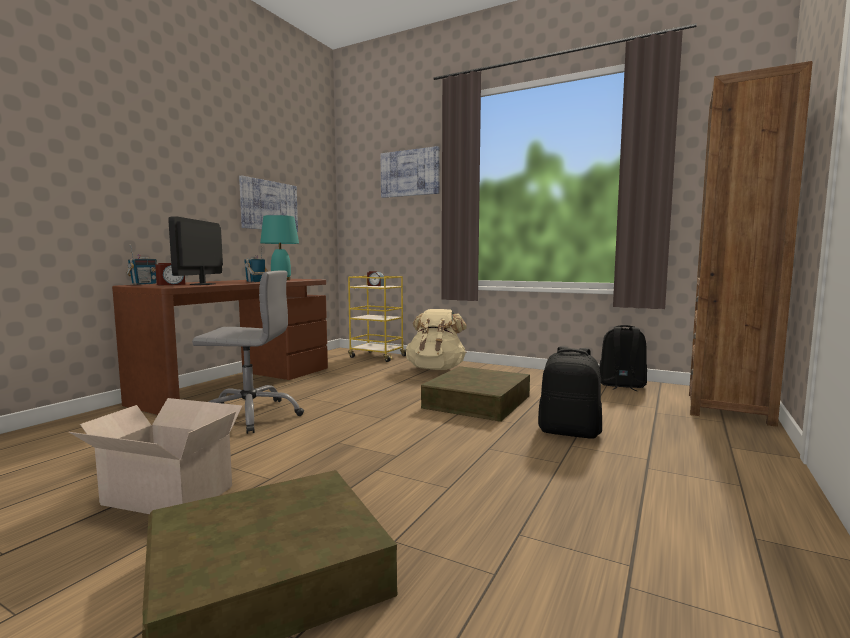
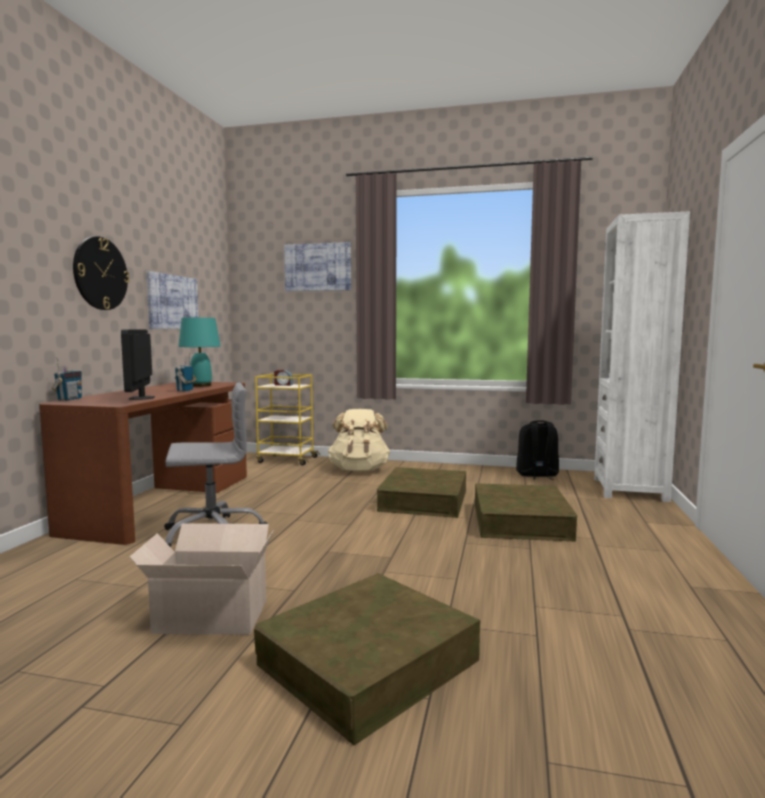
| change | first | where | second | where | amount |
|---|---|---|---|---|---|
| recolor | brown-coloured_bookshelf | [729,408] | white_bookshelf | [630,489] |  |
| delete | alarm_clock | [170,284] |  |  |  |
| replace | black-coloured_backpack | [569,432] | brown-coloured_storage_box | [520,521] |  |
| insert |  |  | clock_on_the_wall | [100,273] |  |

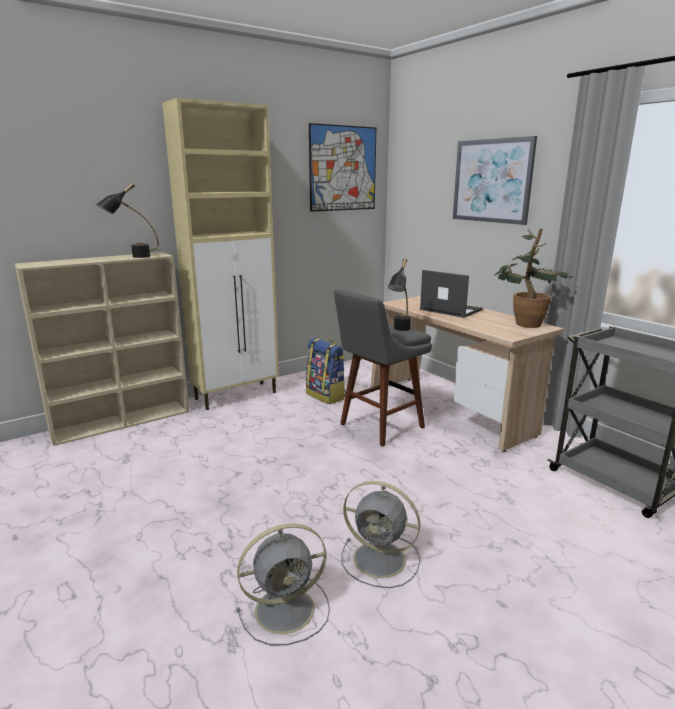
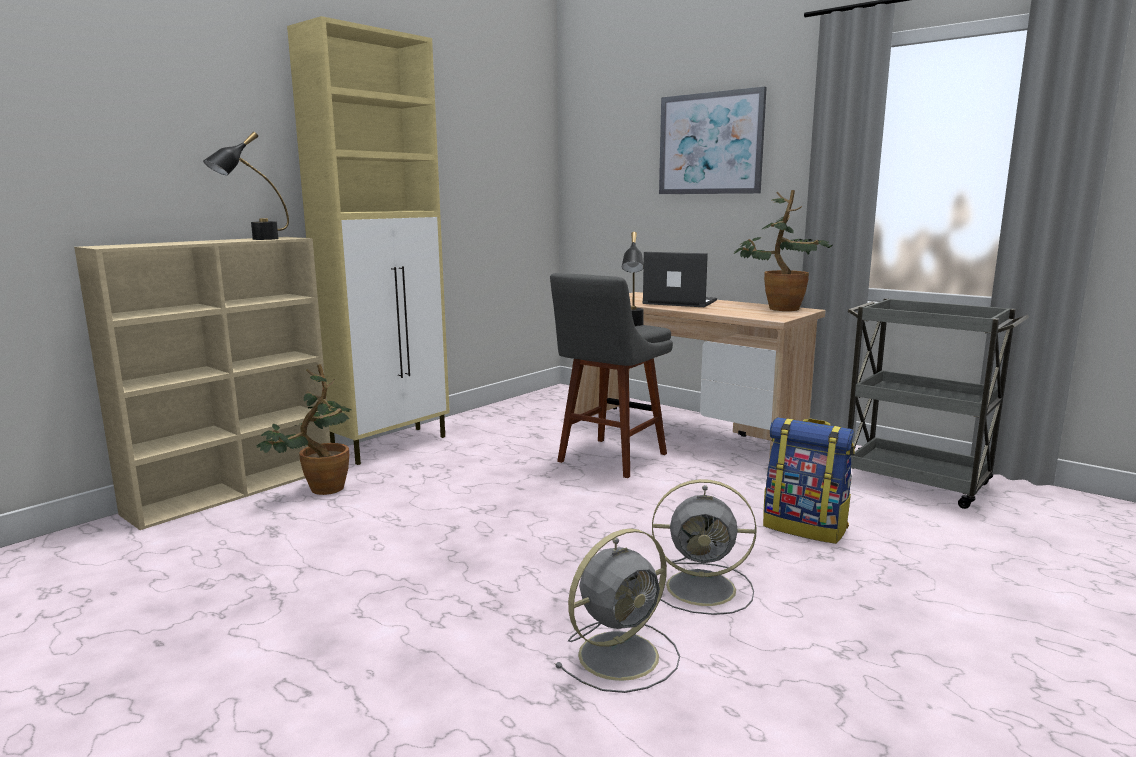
| change | first | where | second | where | amount |
|---|---|---|---|---|---|
| delete | picture | [343,168] |  |  |  |
| move | backpack | [326,396] |  | [805,527] |  |
| insert |  |  | houseplant | [319,490] |  |

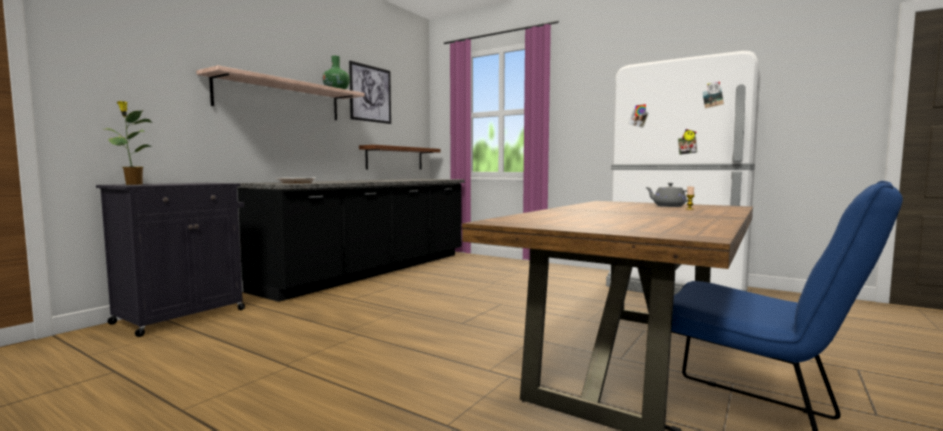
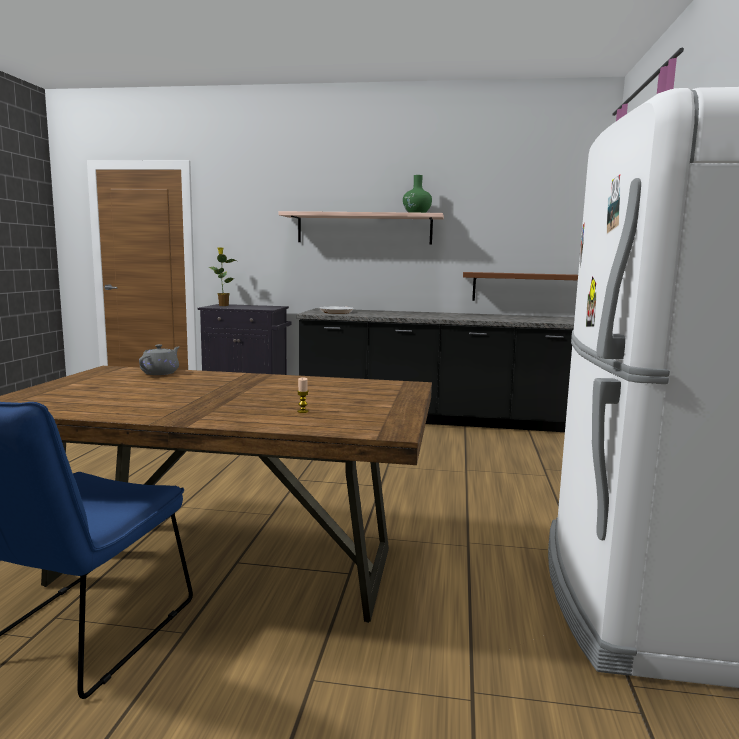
| change | first | where | second | where | amount |
|---|---|---|---|---|---|
| delete | picture | [370,94] |  |  |  |
| move | greyish_tea_pot | [668,206] |  | [160,373] |  |

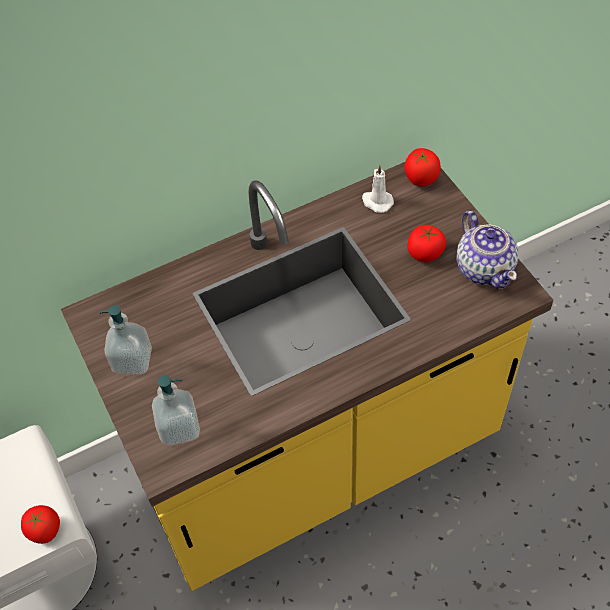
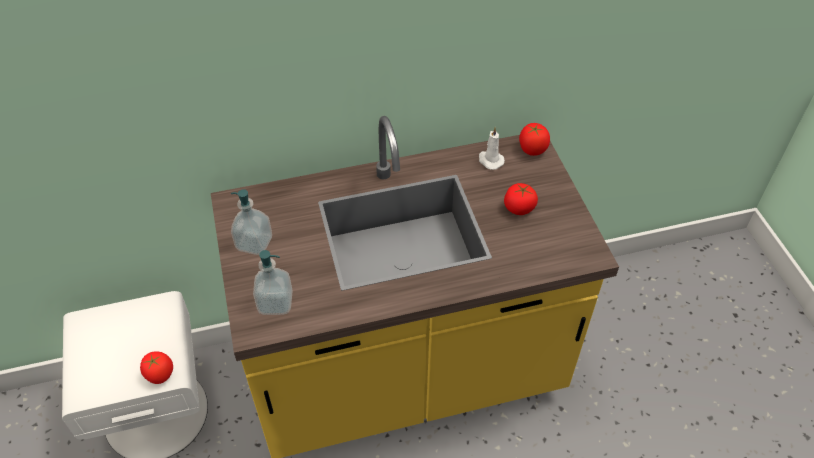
| change | first | where | second | where | amount |
|---|---|---|---|---|---|
| delete | tea_pot | [484,268] |  |  |  |

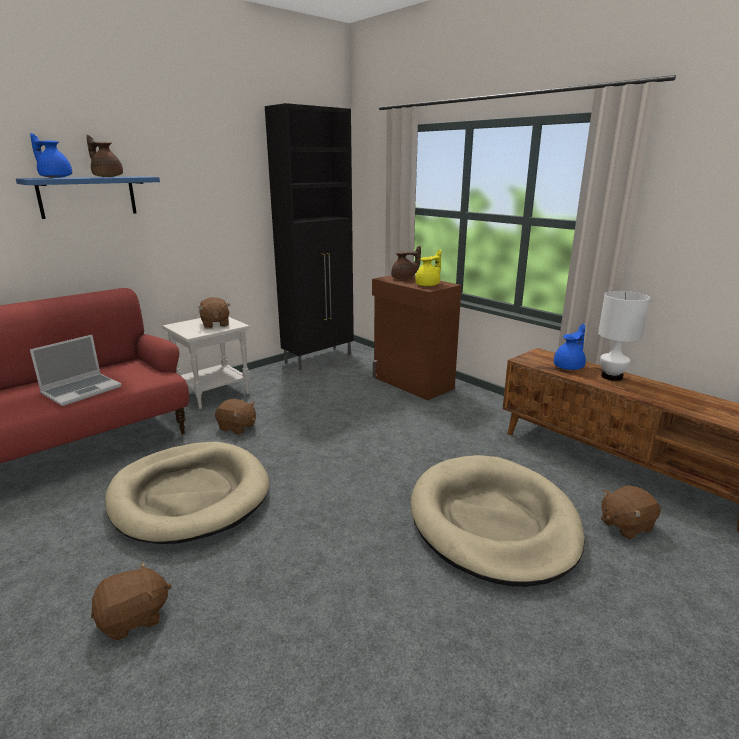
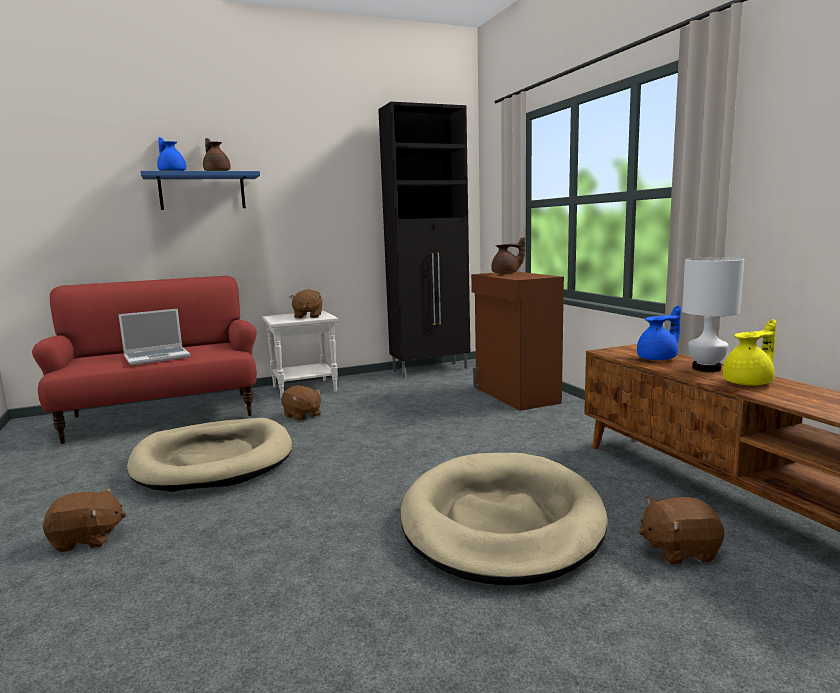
| change | first | where | second | where | amount |
|---|---|---|---|---|---|
| move | yellowish_tea_pot | [428,285] |  | [749,383] |  |

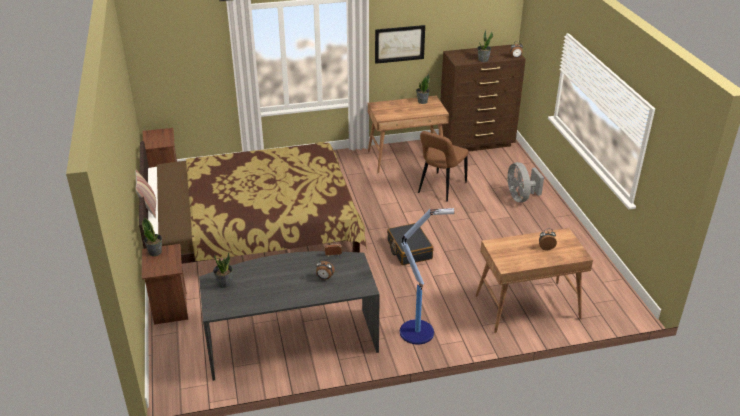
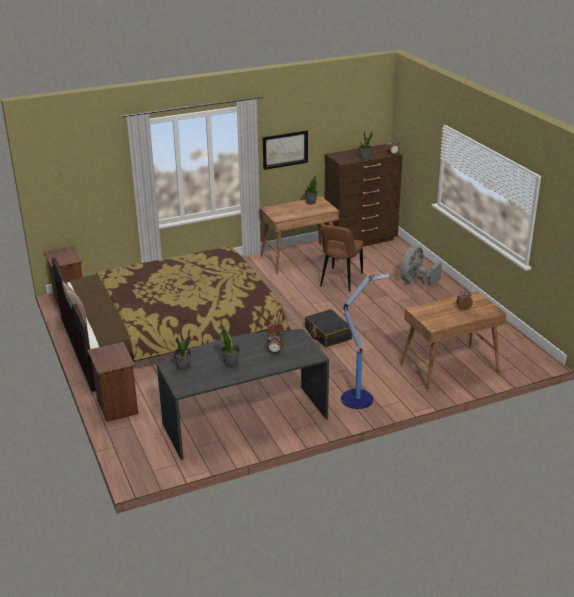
| change | first | where | second | where | amount |
|---|---|---|---|---|---|
| rotate | greyish_electric_fan | [520,197] |  | [416,281] | 60 degrees clockwise |
| move | houseplant | [155,252] |  | [231,363] |  |

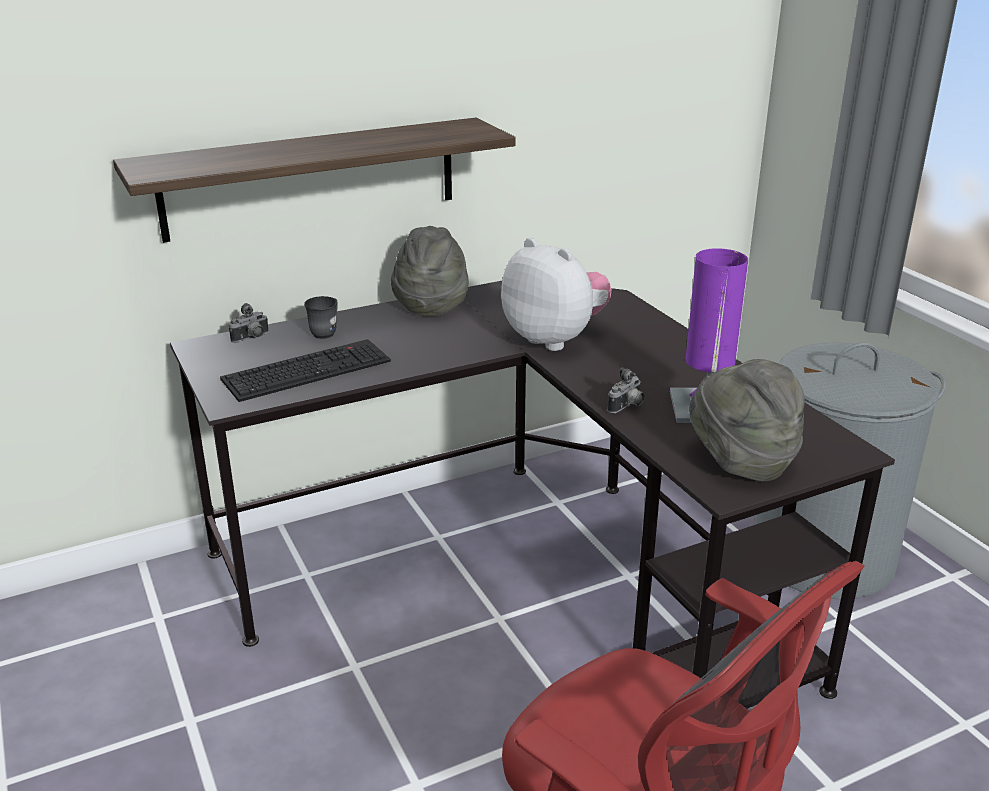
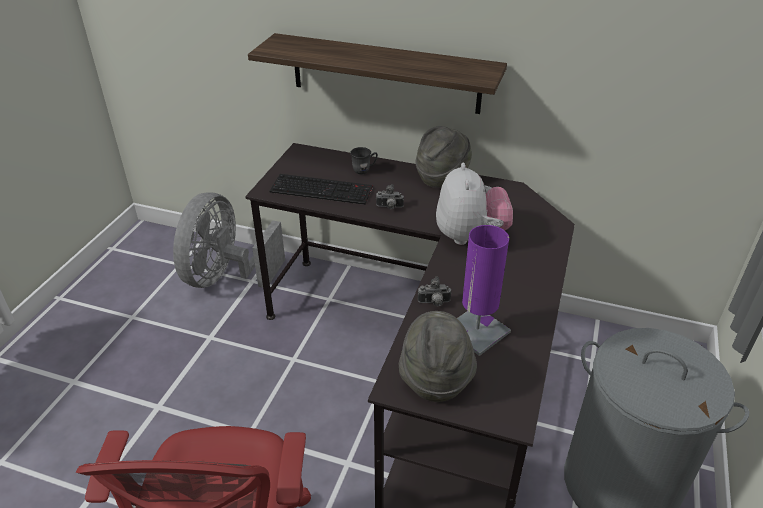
| change | first | where | second | where | amount |
|---|---|---|---|---|---|
| move | still_camera | [252,338] |  | [389,207] |  |
| insert |  |  | greyish_electric_fan | [226,277] |  |

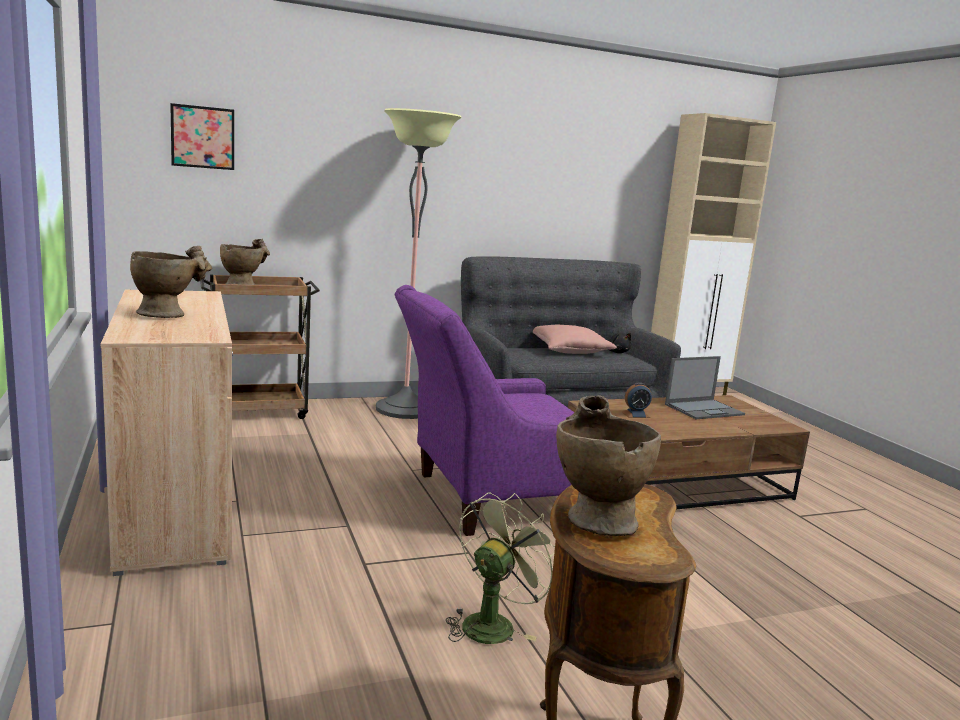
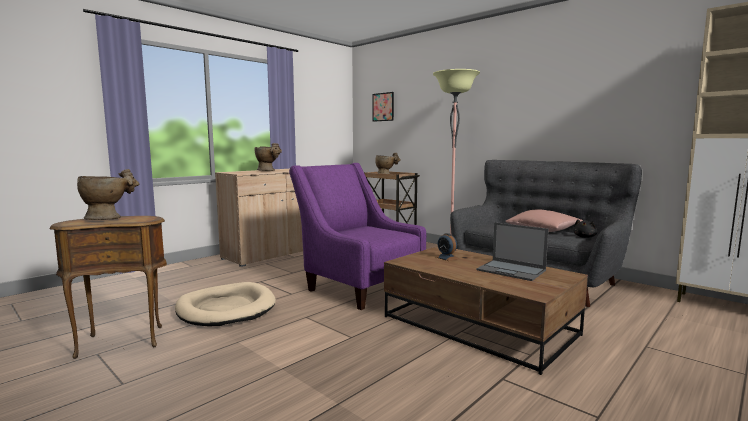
| change | first | where | second | where | amount |
|---|---|---|---|---|---|
| replace | greenish_electric_fan | [493,623] | sand-coloured_dog_cushion | [226,308] |  |

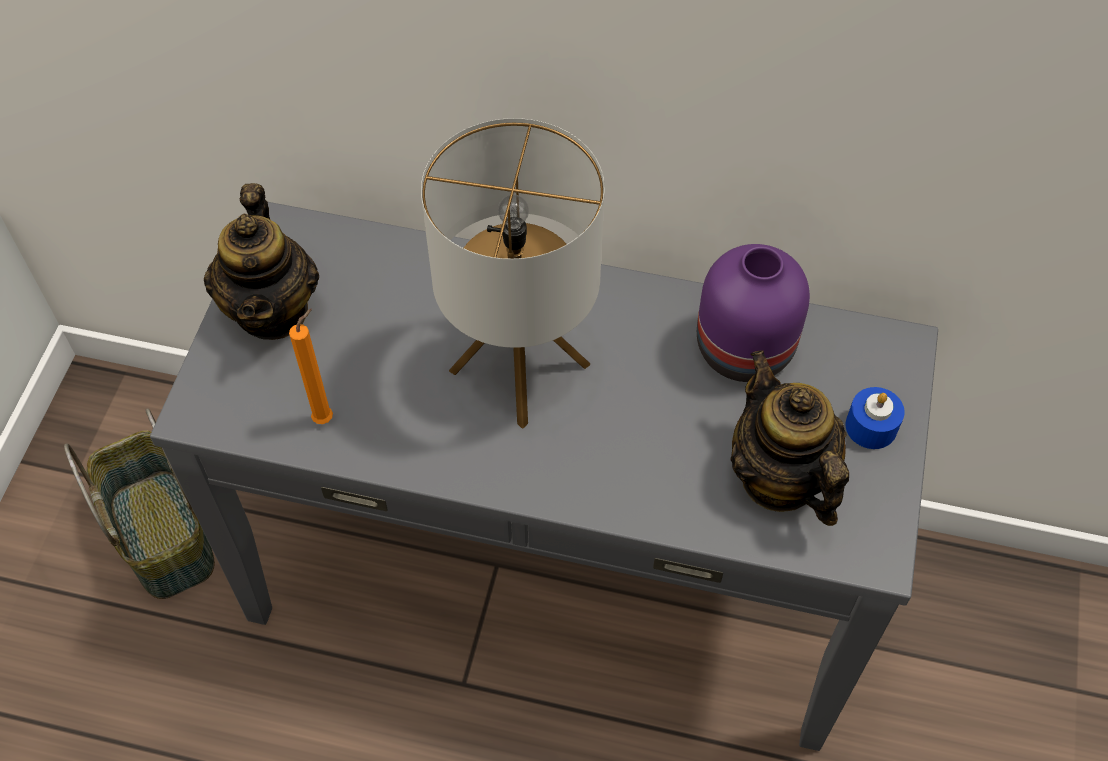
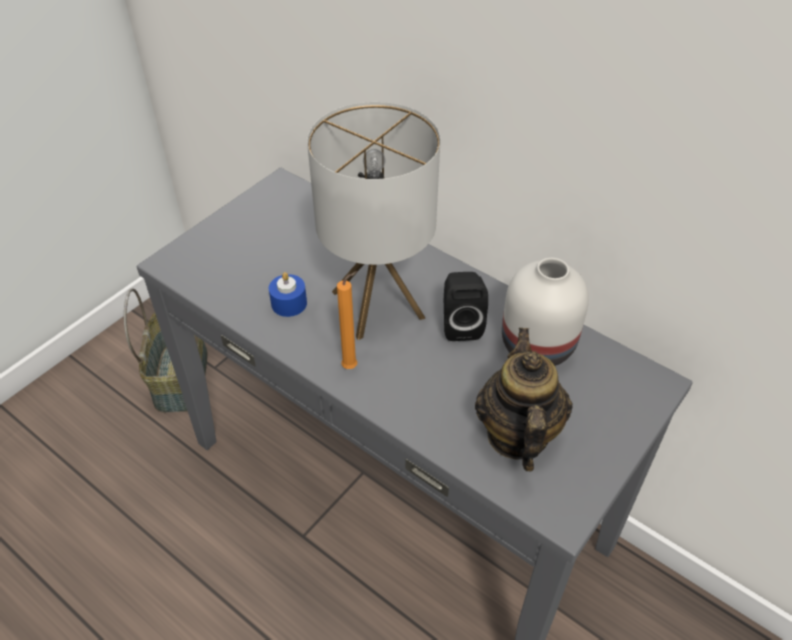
| change | first | where | second | where | amount |
|---|---|---|---|---|---|
| delete | tea_pot | [273,310] |  |  |  |
| recolor | purple-coloured_vase | [746,350] | white_vase | [538,346] |  |
| move | orangey_wax_light | [326,417] |  | [352,366] |  |
| move | blue_wax_light | [871,426] |  | [289,303] |  |
| insert |  |  | black-coloured_speaker | [460,324] |  |

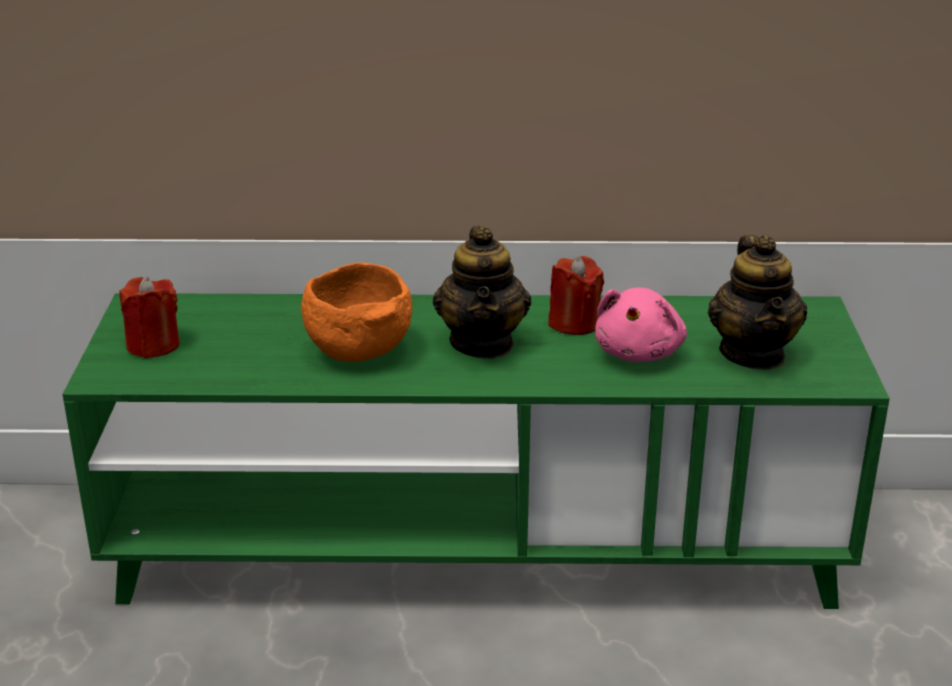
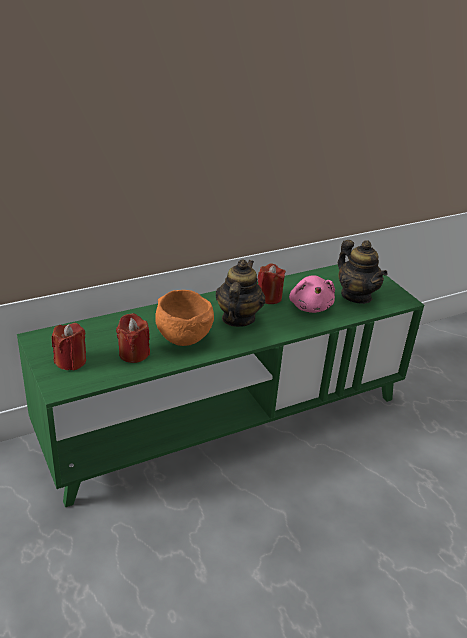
| change | first | where | second | where | amount |
|---|---|---|---|---|---|
| rotate | tea_pot | [483,343] |  | [237,318] | 135 degrees counterclockwise |
| insert |  |  | red-coloured_wax_light | [133,354] |  |

